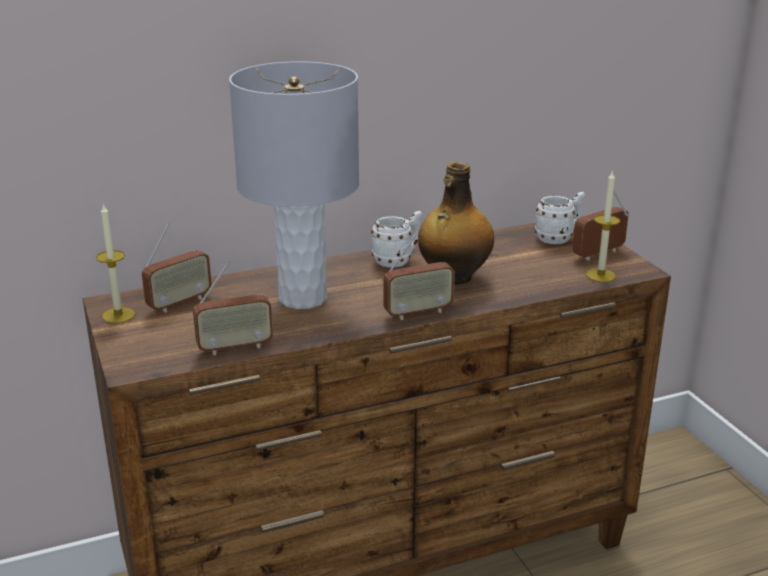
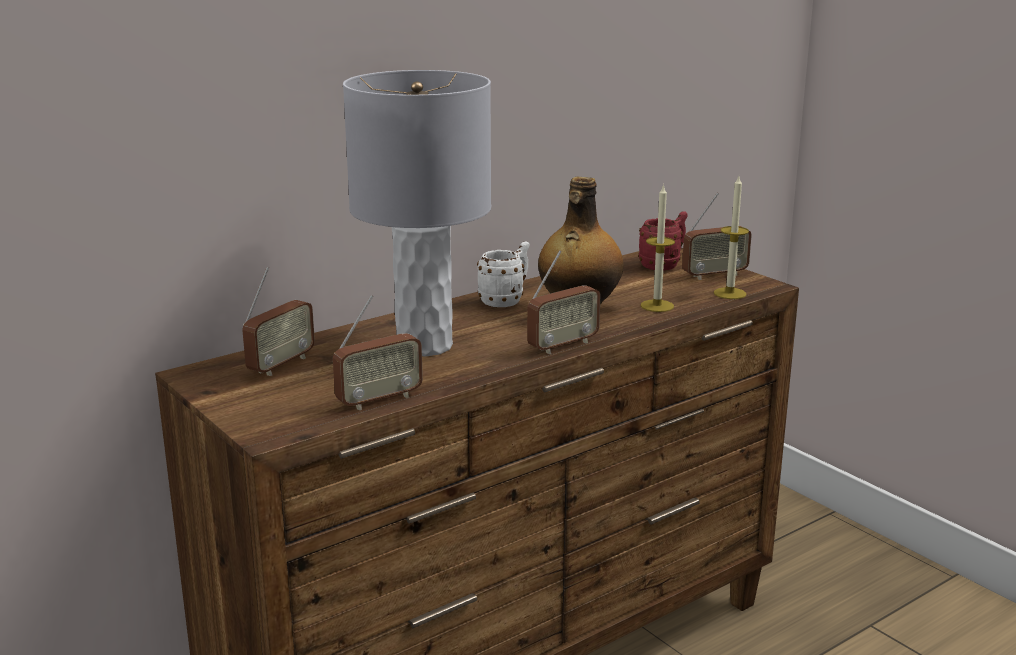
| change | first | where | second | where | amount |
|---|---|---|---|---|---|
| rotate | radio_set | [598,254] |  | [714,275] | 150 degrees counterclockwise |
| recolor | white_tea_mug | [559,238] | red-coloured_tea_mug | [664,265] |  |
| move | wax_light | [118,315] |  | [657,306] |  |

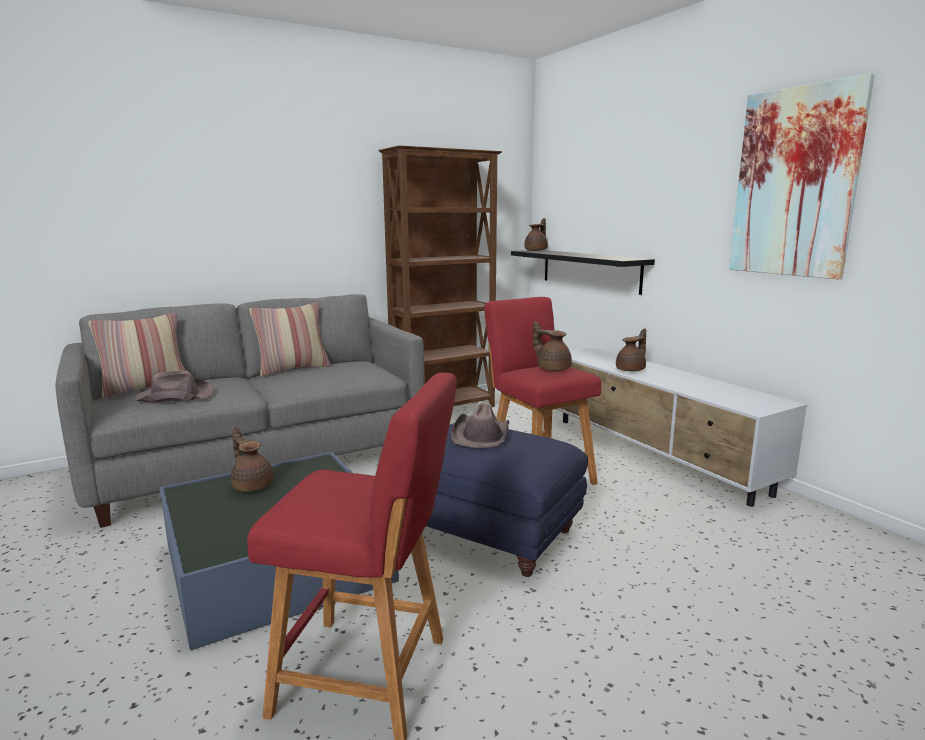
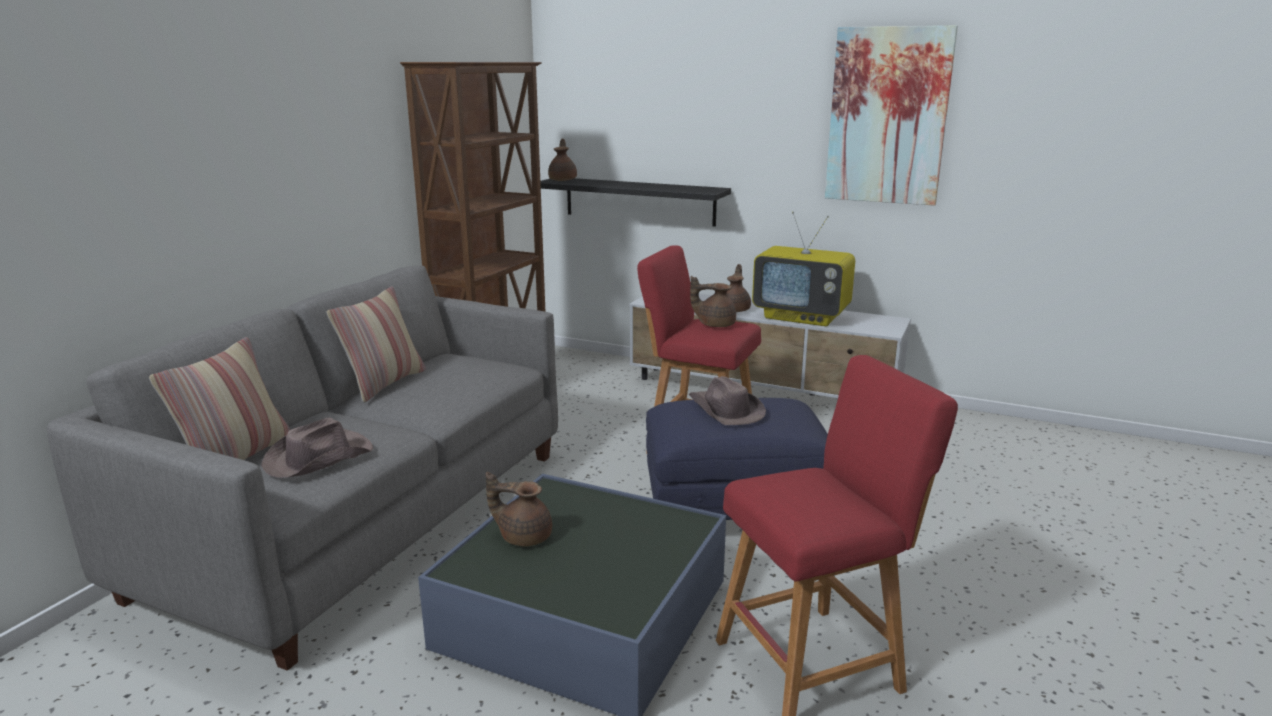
| change | first | where | second | where | amount |
|---|---|---|---|---|---|
| insert |  |  | TV | [802,317] |  |

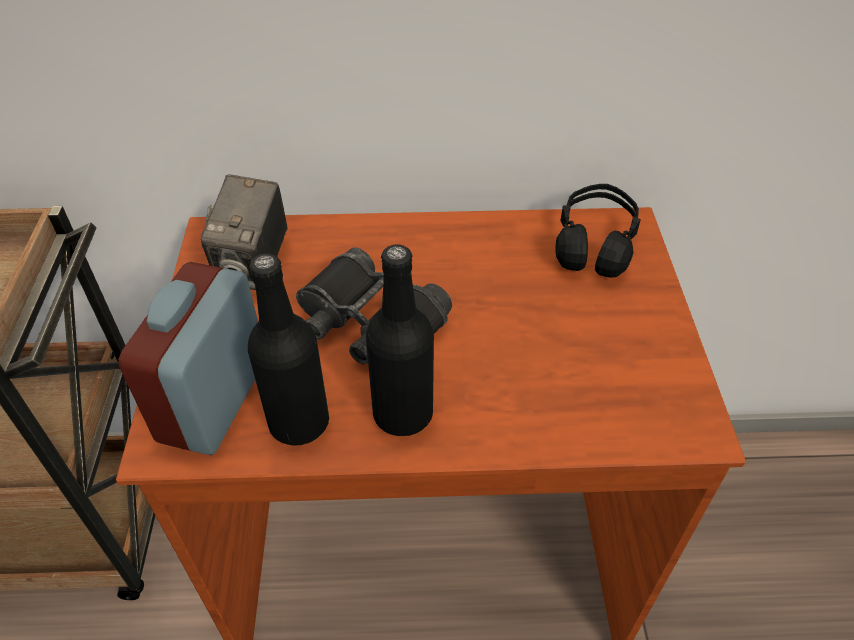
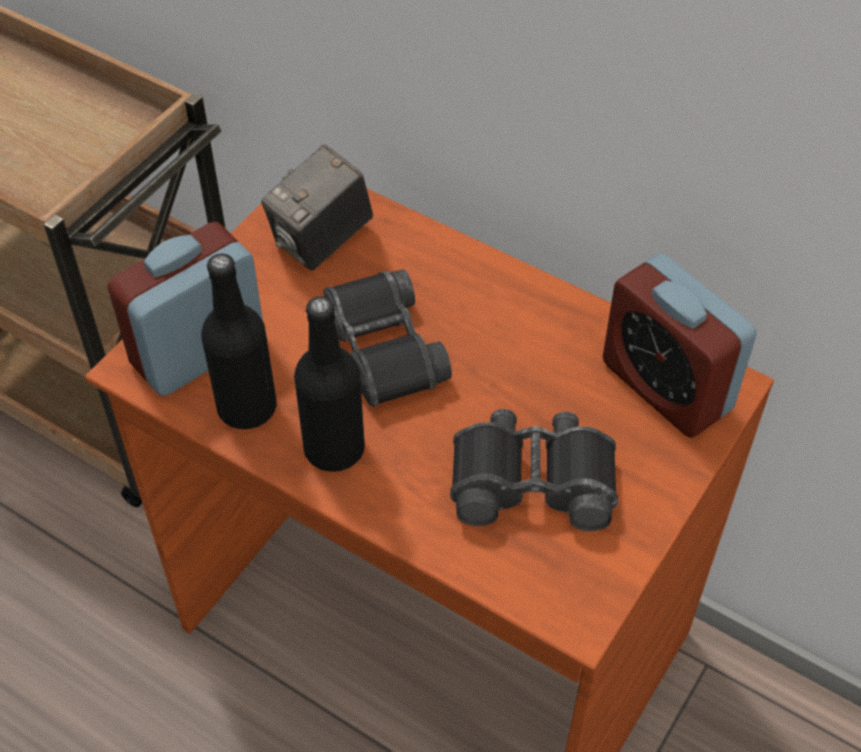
| change | first | where | second | where | amount |
|---|---|---|---|---|---|
| replace | black-coloured_headphones | [594,243] | alarm_clock | [666,386] |  |
| insert |  |  | black-coloured_field_glasses | [532,480] |  |

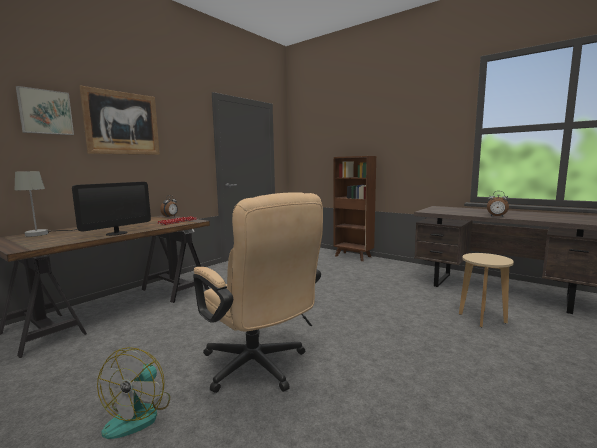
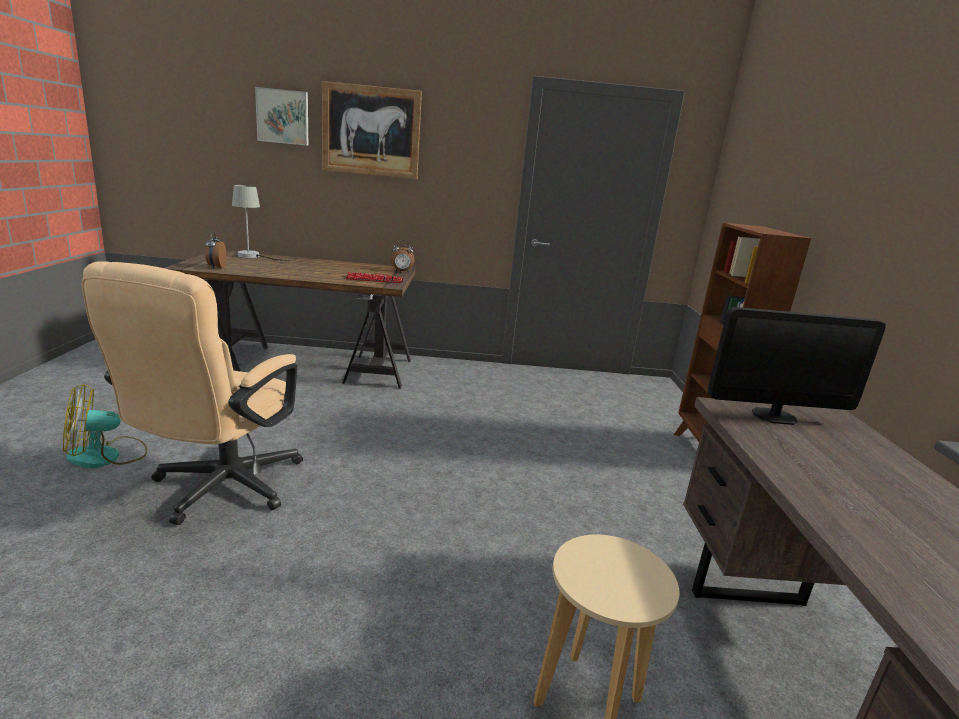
| change | first | where | second | where | amount |
|---|---|---|---|---|---|
| move | computer_screen | [116,233] |  | [774,416] |  |
| move | alarm_clock | [496,216] |  | [216,267] |  |

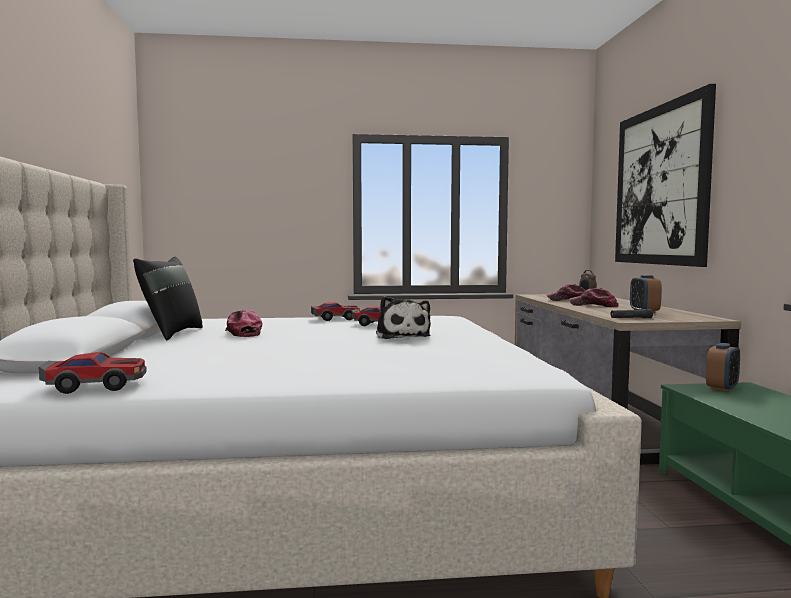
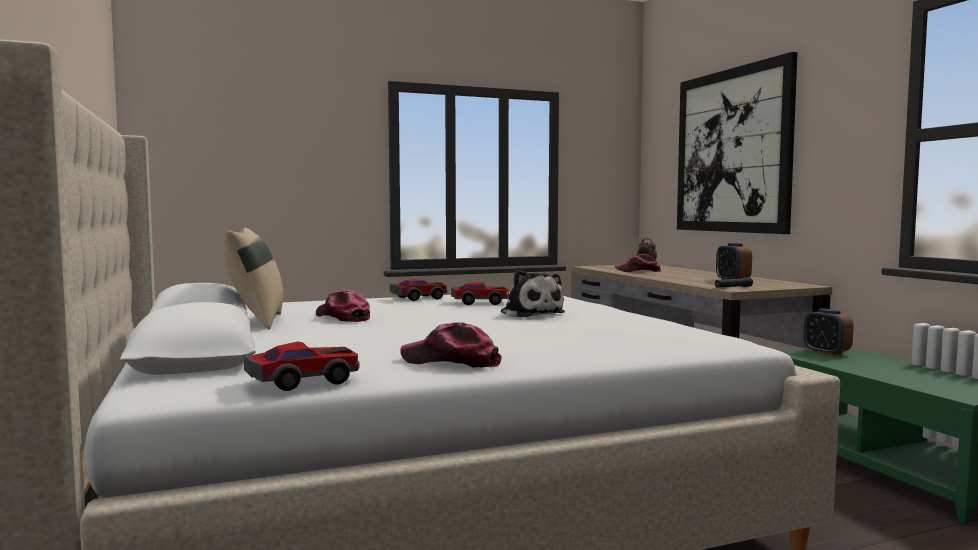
| change | first | where | second | where | amount |
|---|---|---|---|---|---|
| recolor | black-coloured_pillow | [171,333] | sand-coloured_pillow | [256,321] |  |
| move | baseball_cap | [593,305] |  | [451,361] |  |
| rotate | alarm_clock | [722,388] |  | [826,352] | 120 degrees clockwise |

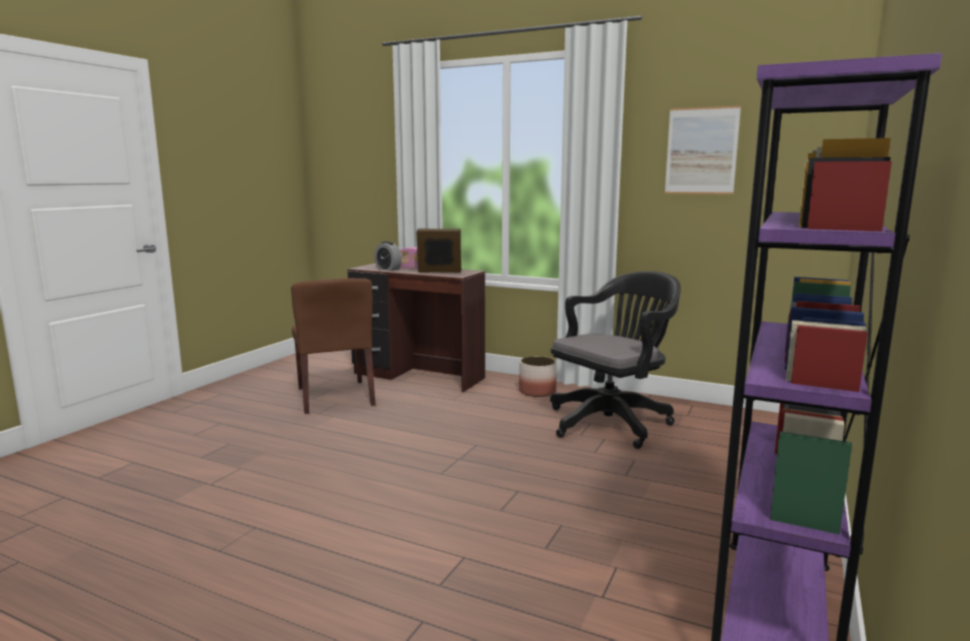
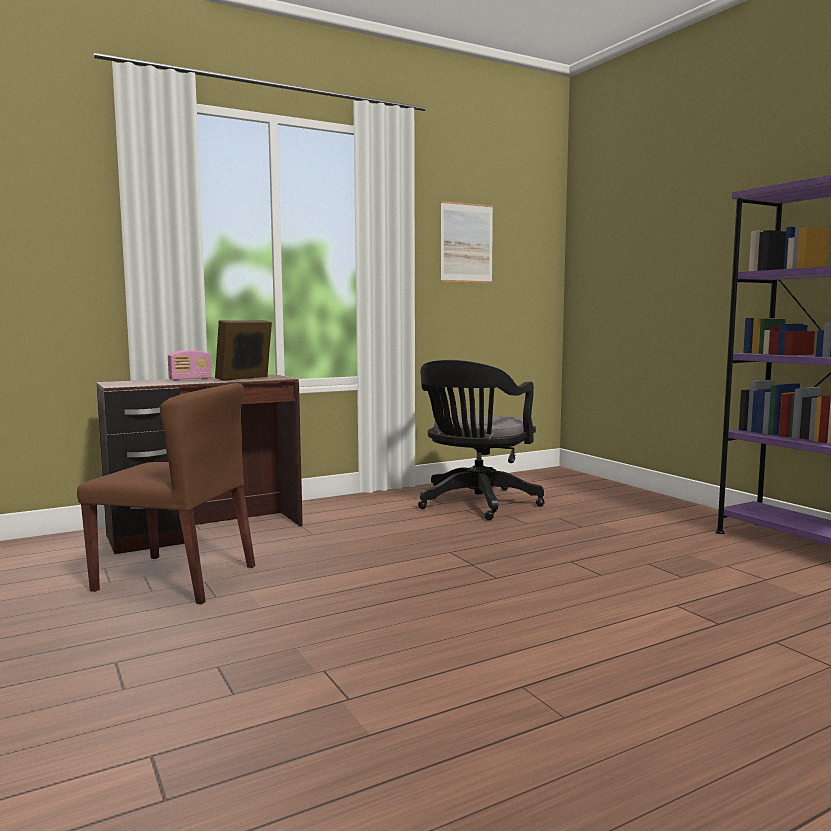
| change | first | where | second | where | amount |
|---|---|---|---|---|---|
| delete | alarm_clock | [388,269] |  |  |  |
| rotate | black-coloured_computer_chair | [612,422] |  | [475,504] | 150 degrees counterclockwise |
| delete | plant_pot | [537,391] |  |  |  |

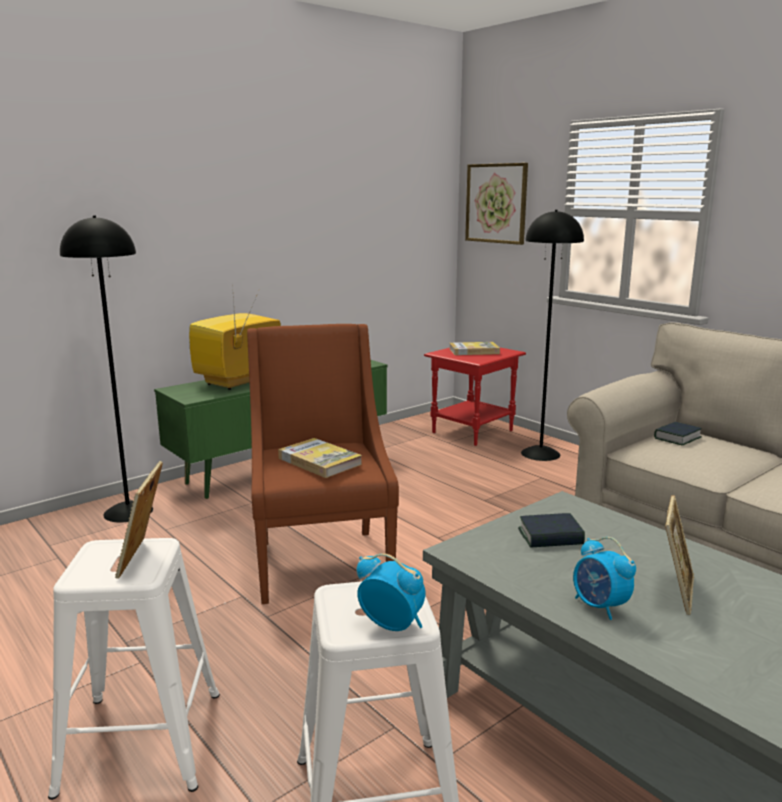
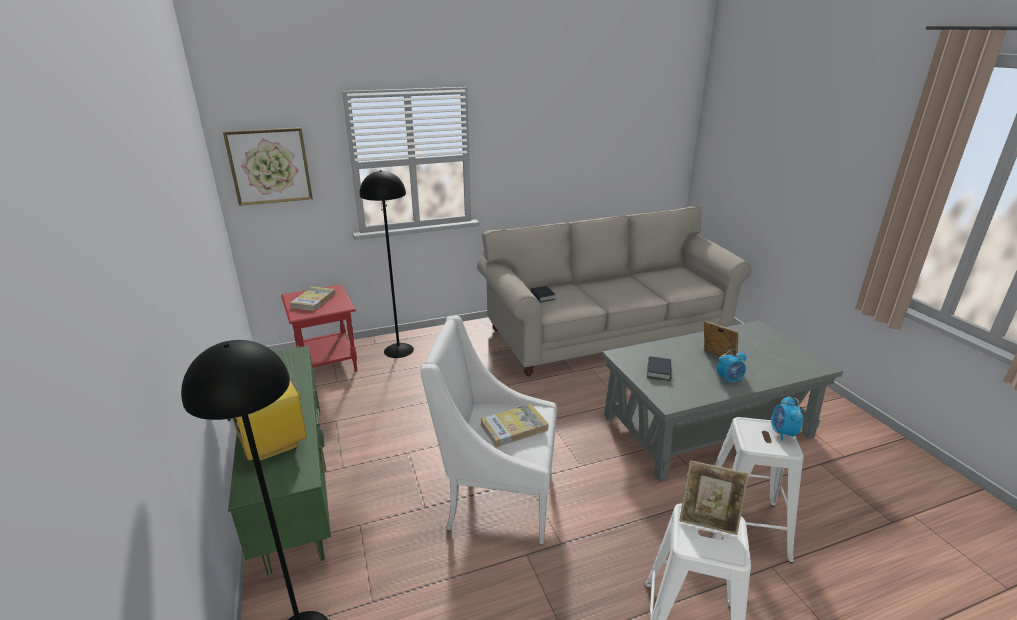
| change | first | where | second | where | amount |
|---|---|---|---|---|---|
| recolor | brown-coloured_lounge_chair | [321,562] | white_lounge_chair | [497,499] |  |
| rotate | alarm_clock | [392,625] |  | [782,433] | 45 degrees counterclockwise |

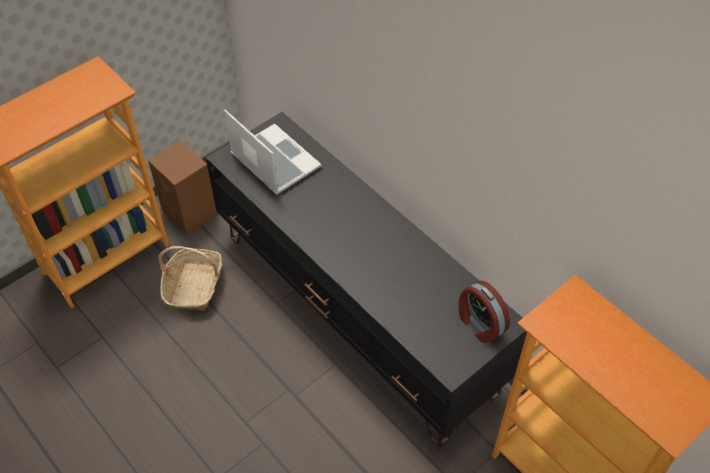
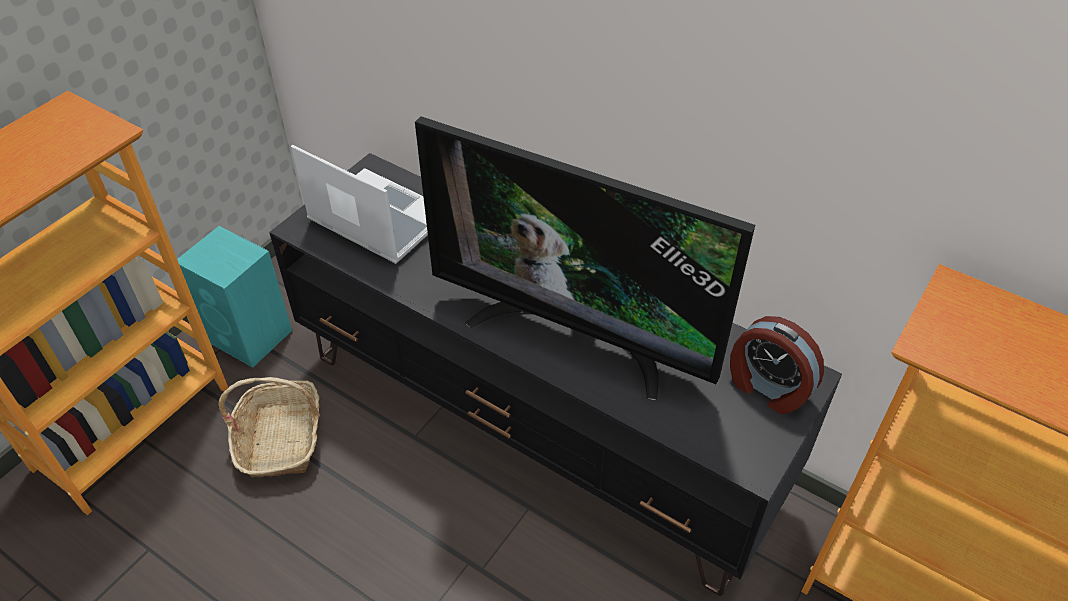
| change | first | where | second | where | amount |
|---|---|---|---|---|---|
| recolor | brown-coloured_speaker | [190,213] | turquoise_speaker | [250,336] |  |
| insert |  |  | TV | [574,335] |  |

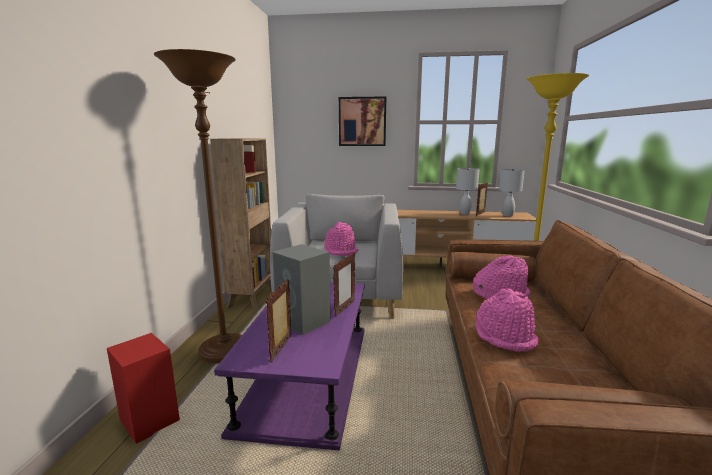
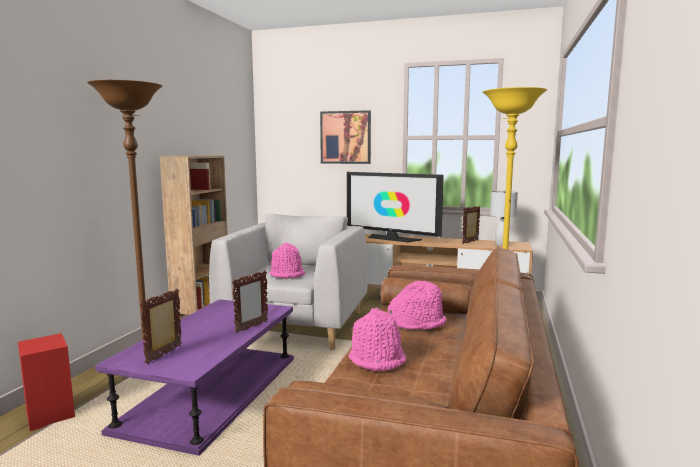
| change | first | where | second | where | amount |
|---|---|---|---|---|---|
| delete | white_lamp_for_a_table | [464,213] |  |  |  |
| delete | greyish_speaker | [304,321] |  |  |  |
| insert |  |  | TV | [392,238] |  |

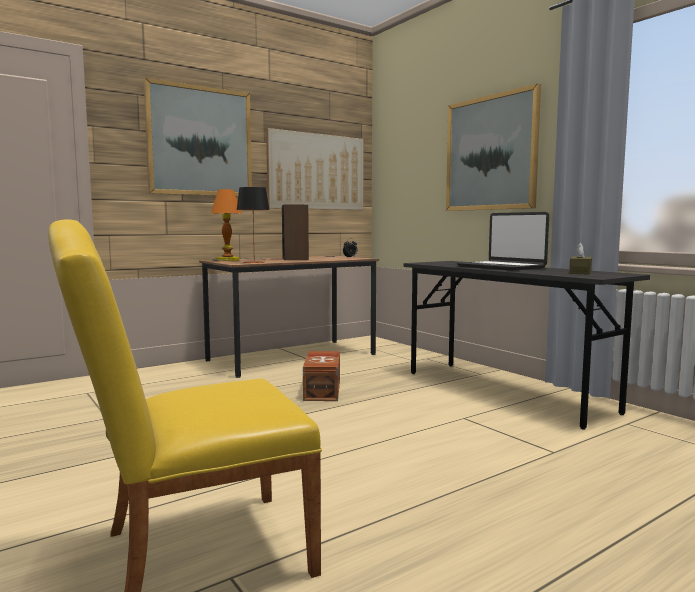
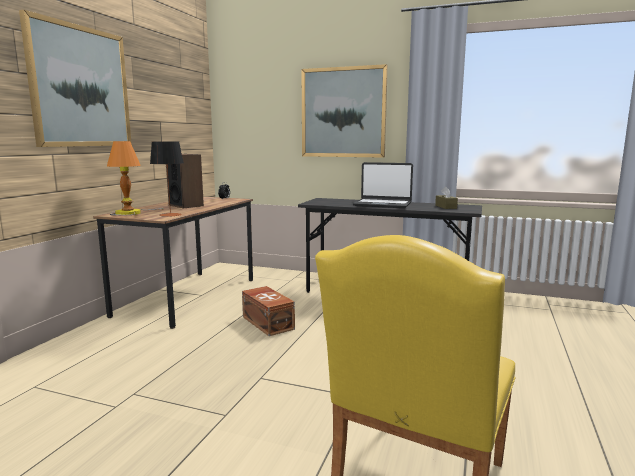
| change | first | where | second | where | amount |
|---|---|---|---|---|---|
| delete | picture | [316,172] |  |  |  |

